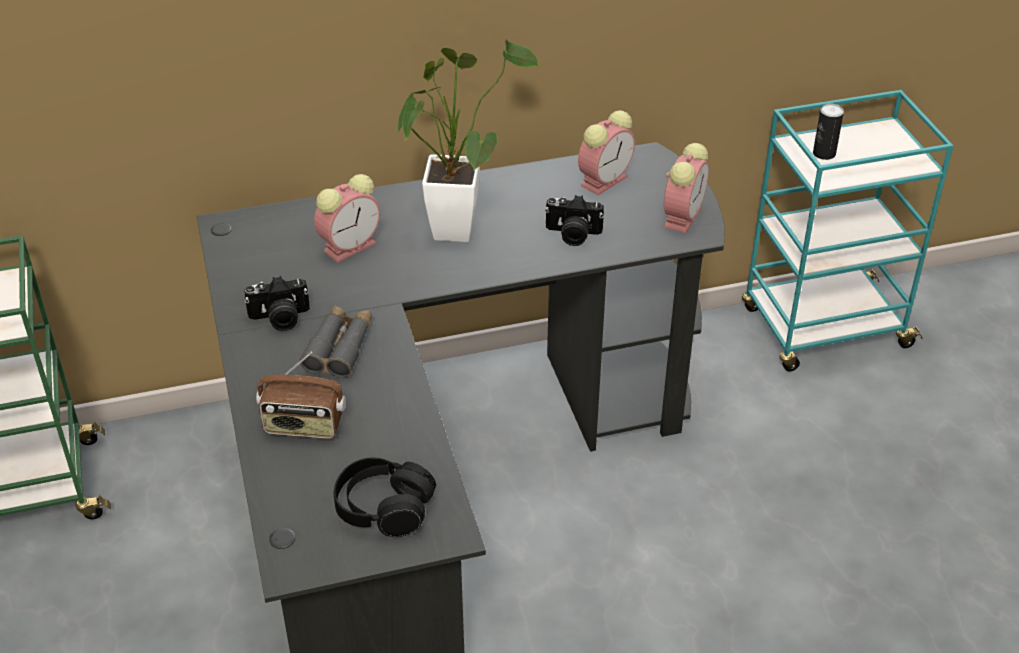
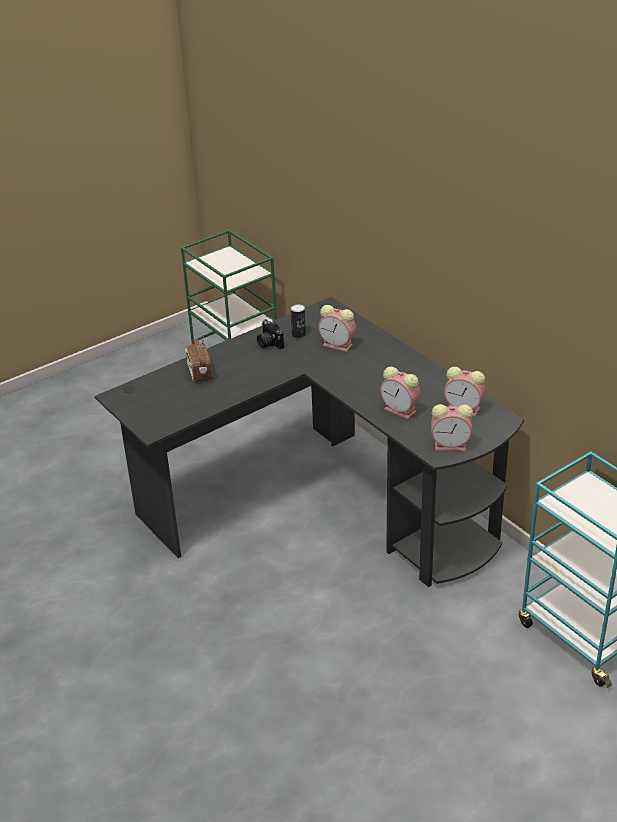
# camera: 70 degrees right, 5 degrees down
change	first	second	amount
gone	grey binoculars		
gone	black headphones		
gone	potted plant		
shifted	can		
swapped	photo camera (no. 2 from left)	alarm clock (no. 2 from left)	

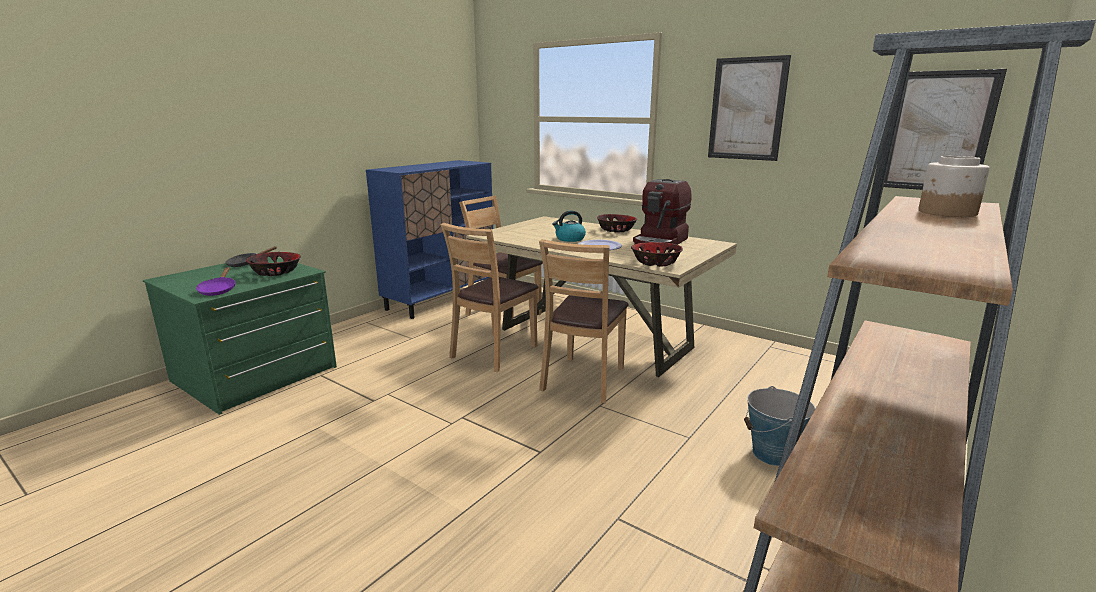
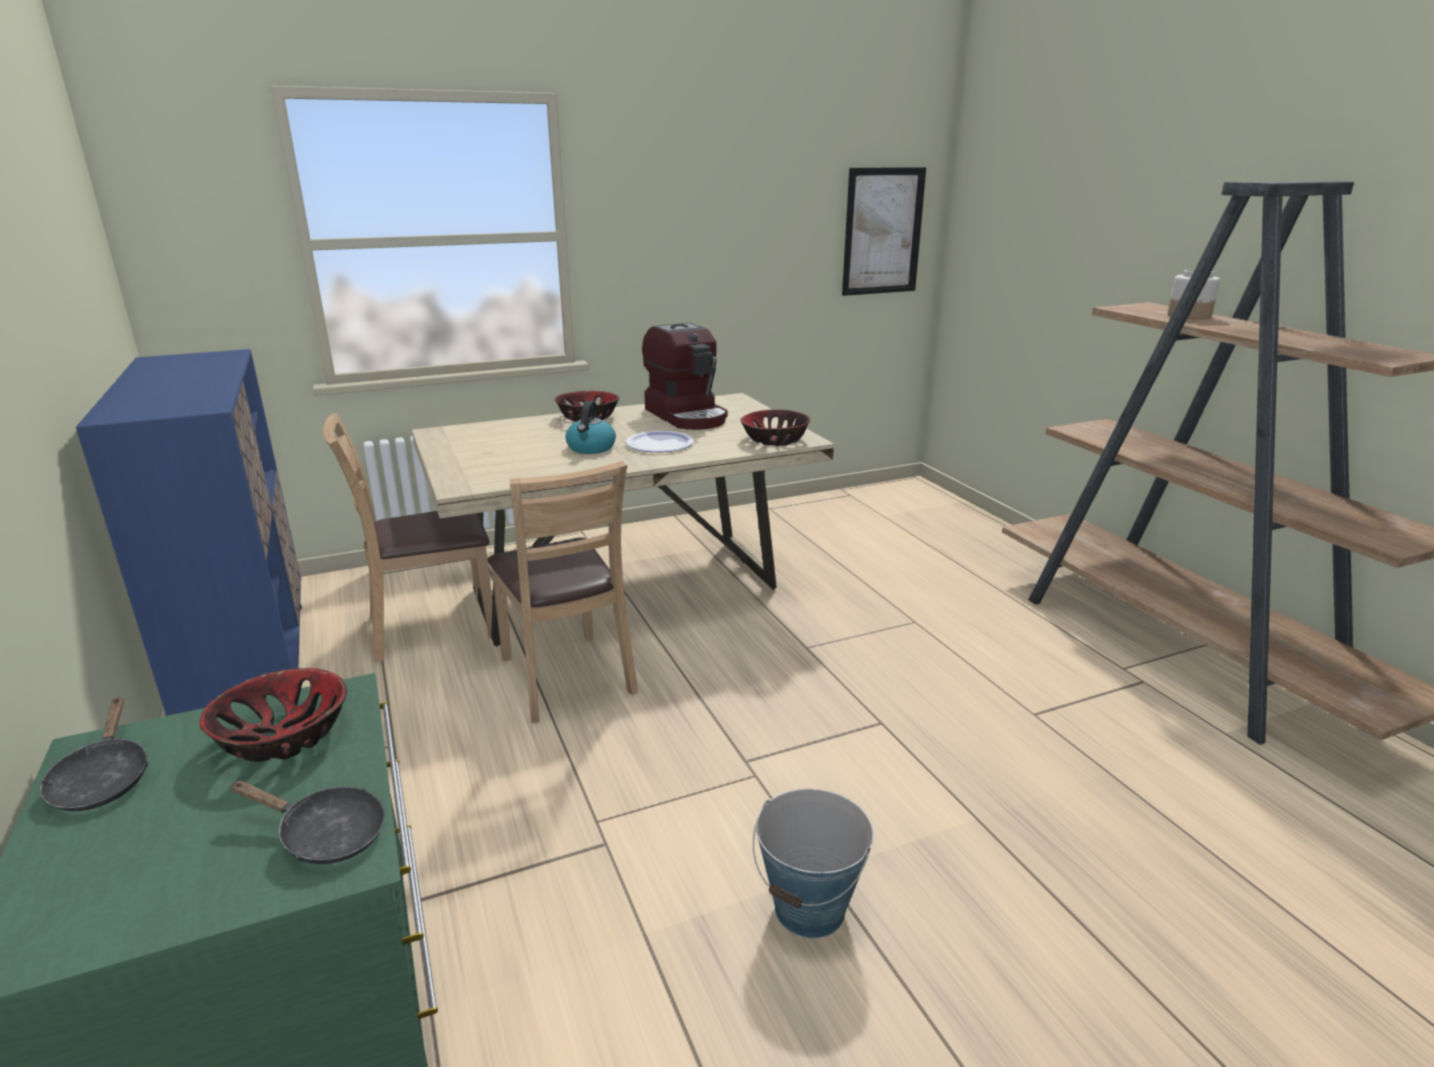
# camera: 60 degrees left, 5 degrees up
change	first	second	amount
gone	brown chair (no. 3 from left)		
gone	picture (no. 1 from left)		
shifted	bucket		
repainted	purple frying pan	black frying pan (no. 2 from left)	

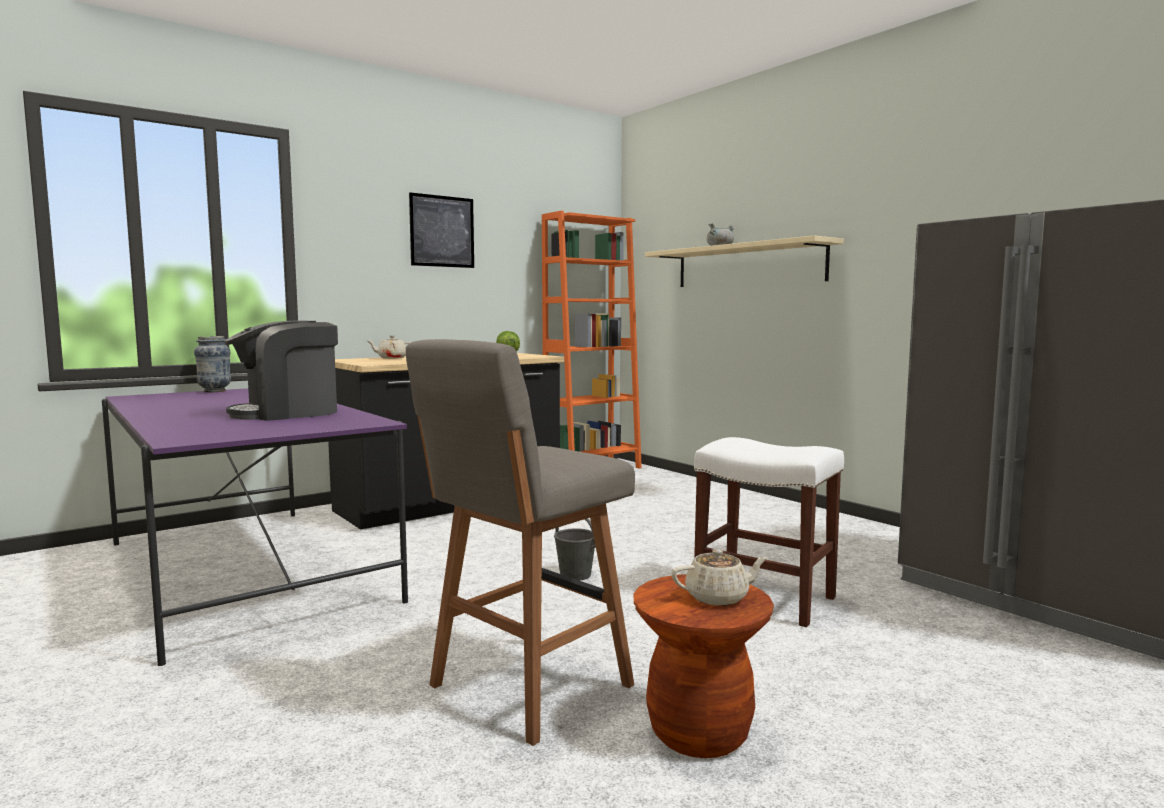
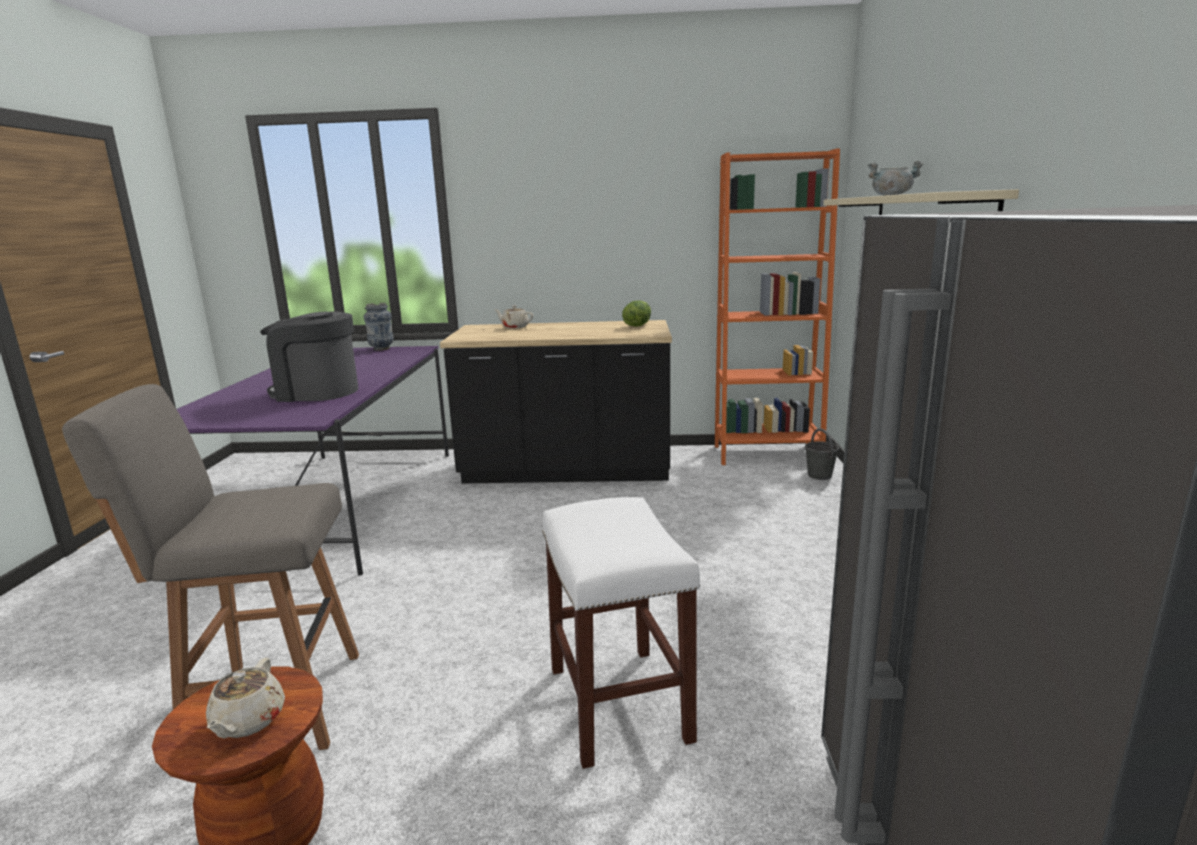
# camera: 40 degrees right, 10 degrees up
change	first	second	amount
gone	picture		
shifted	grey bucket		
rotated	beige teapot (no. 2 from left in the first image)	beige teapot (no. 1 from left)	60 degrees clockwise

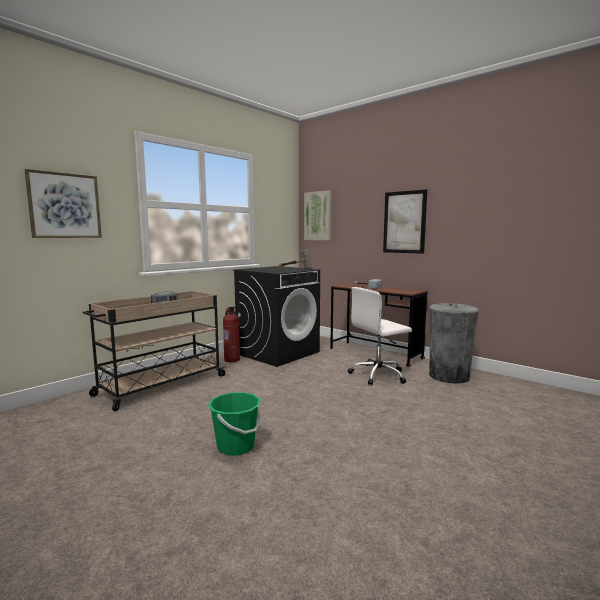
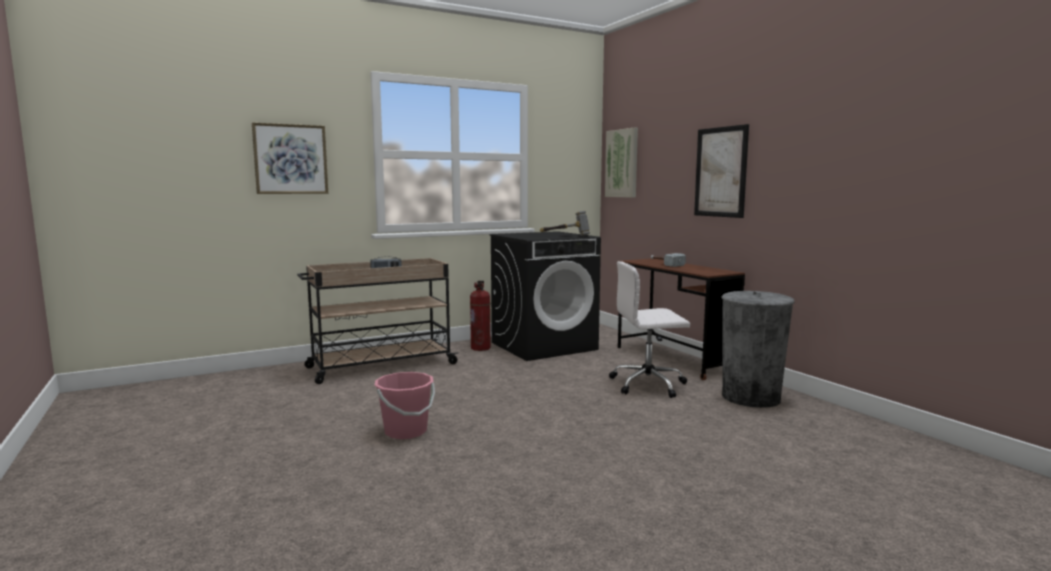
# camera: 20 degrees right, 0 degrees up
change	first	second	amount
repainted	green bucket	pink bucket	

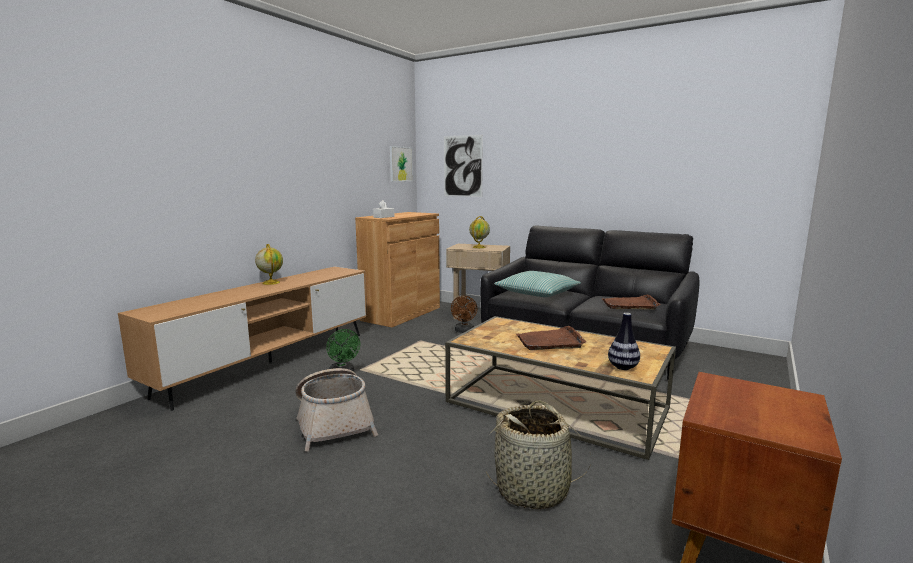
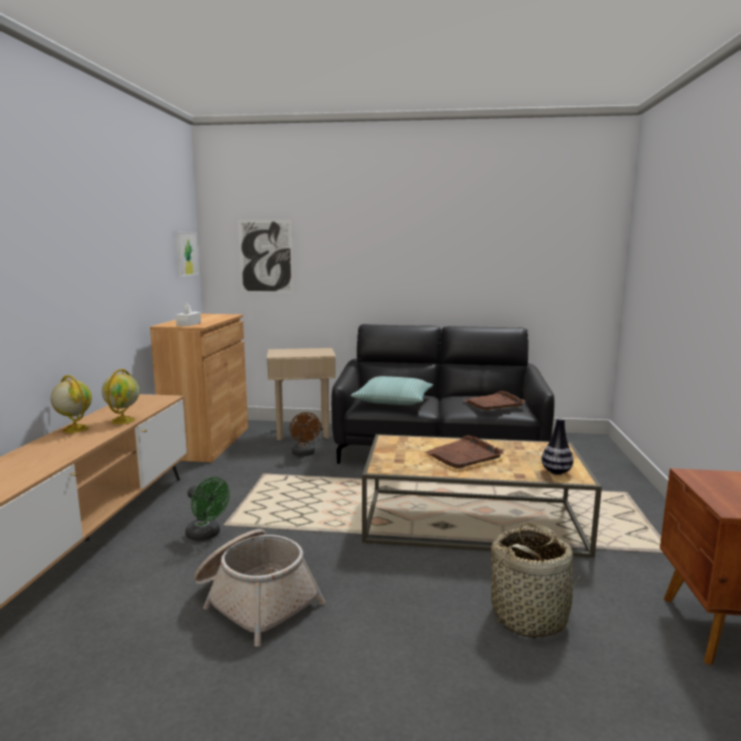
# camera: 25 degrees left, 0 degrees up
change	first	second	amount
shifted	globe (no. 2 from left)		

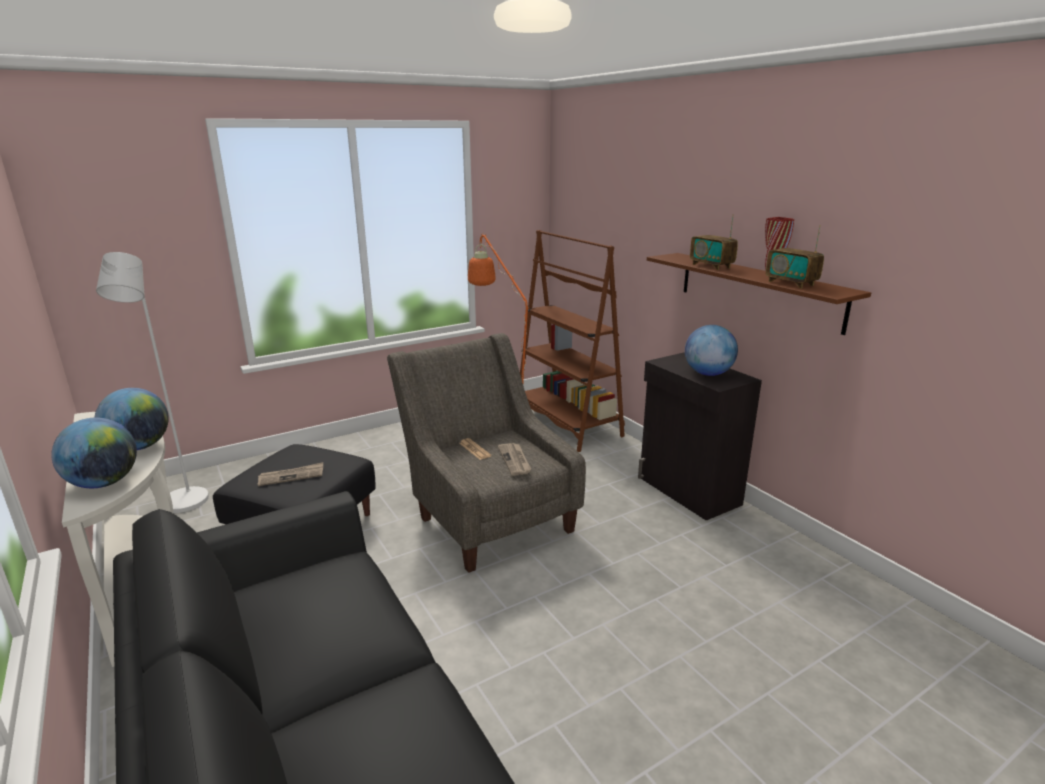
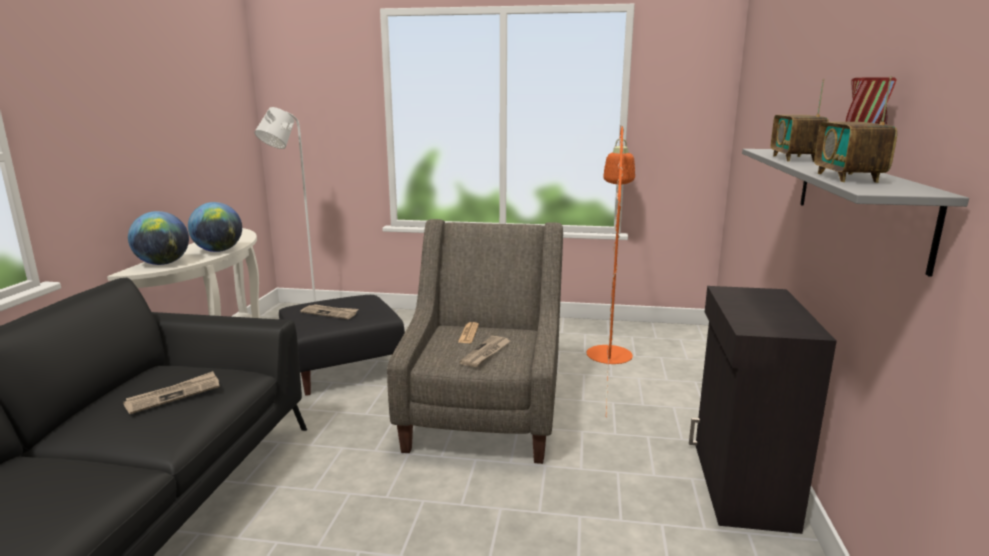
# camera: 40 degrees right, 5 degrees down
change	first	second	amount
gone	brown bookcase		
gone	globe (no. 3 from left)		
new		newspaper (no. 1 from left)	
repainted	brown shelf	grey shelf	

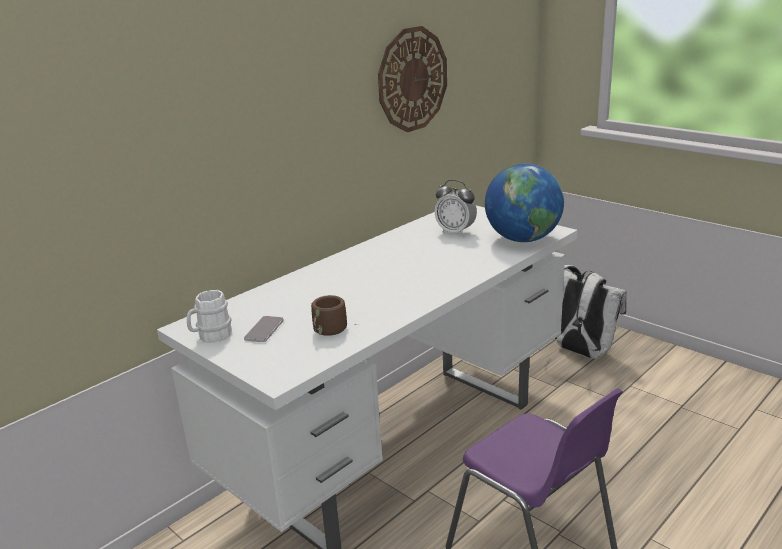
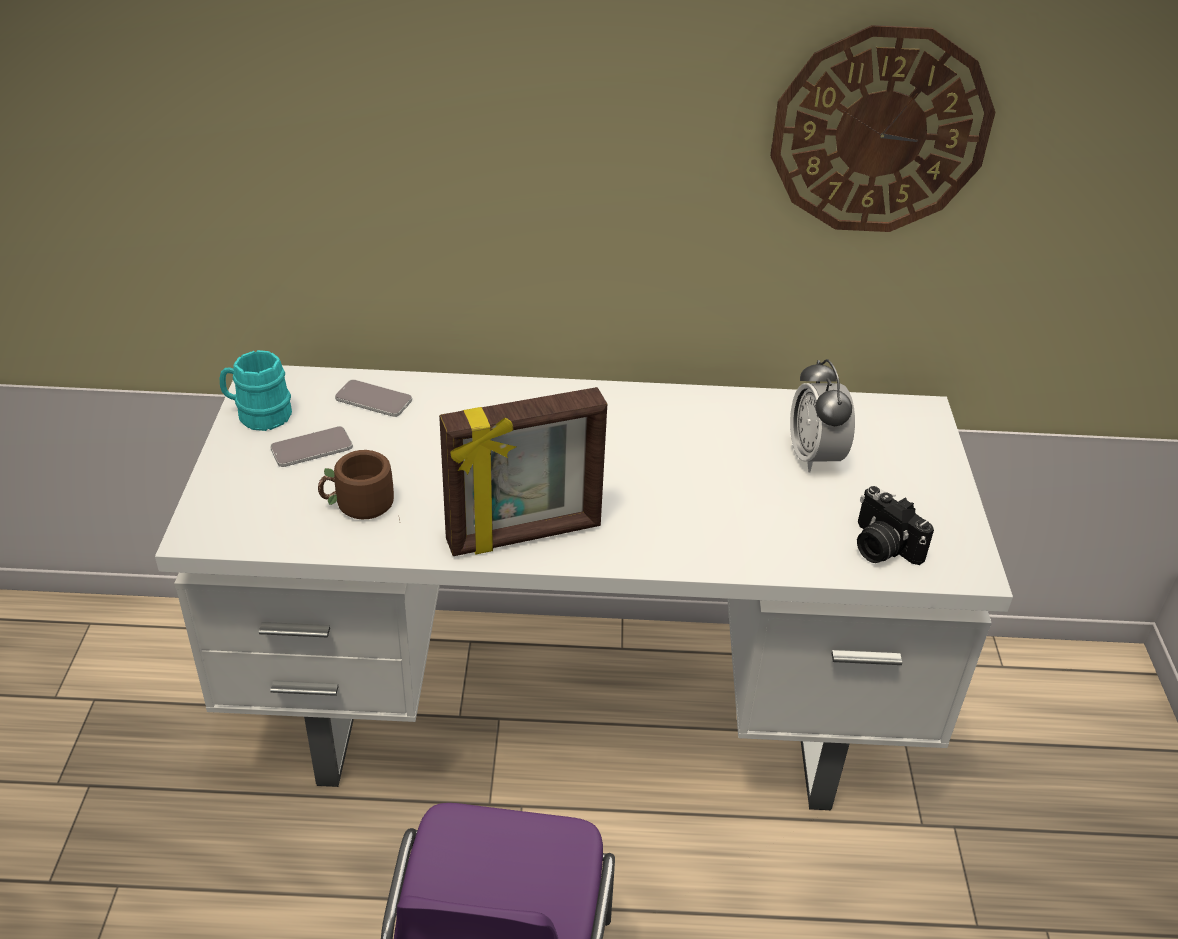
# camera: 45 degrees right, 15 degrees up
change	first	second	amount
gone	white backpack		
new		phone (no. 2 from left)	
new		picture frame	
swapped	globe	photo camera	
repainted	white mug	turquoise mug	

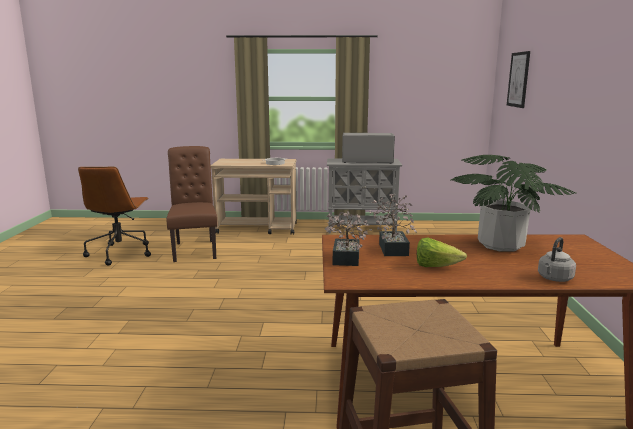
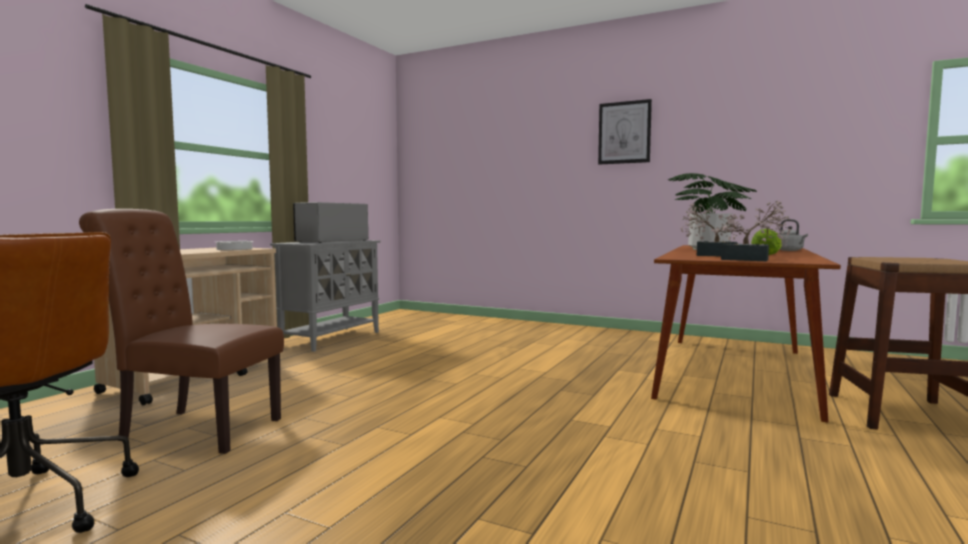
# camera: 65 degrees left, 10 degrees down
change	first	second	amount
shifted	picture		

